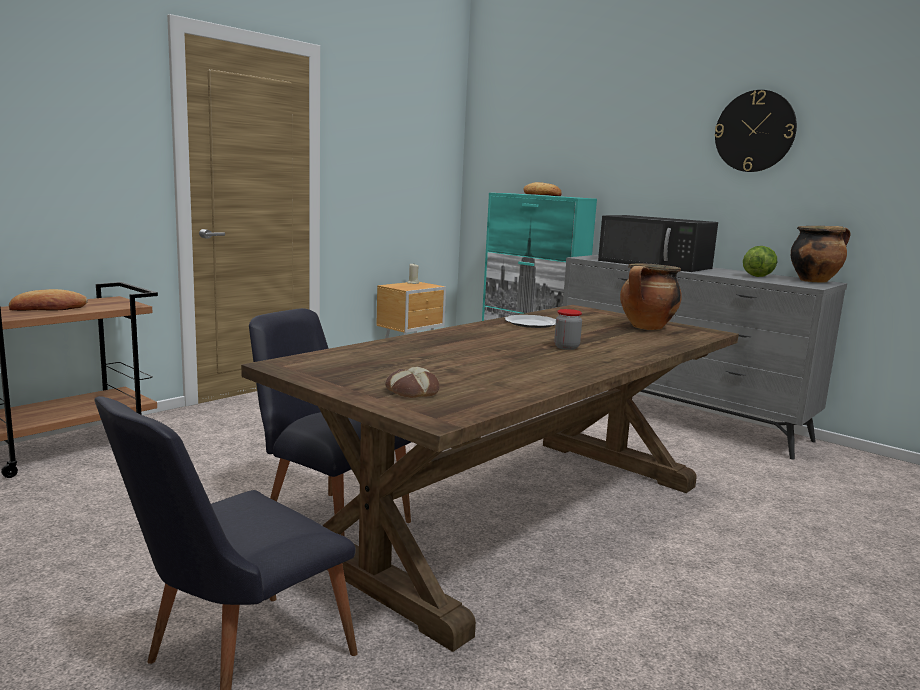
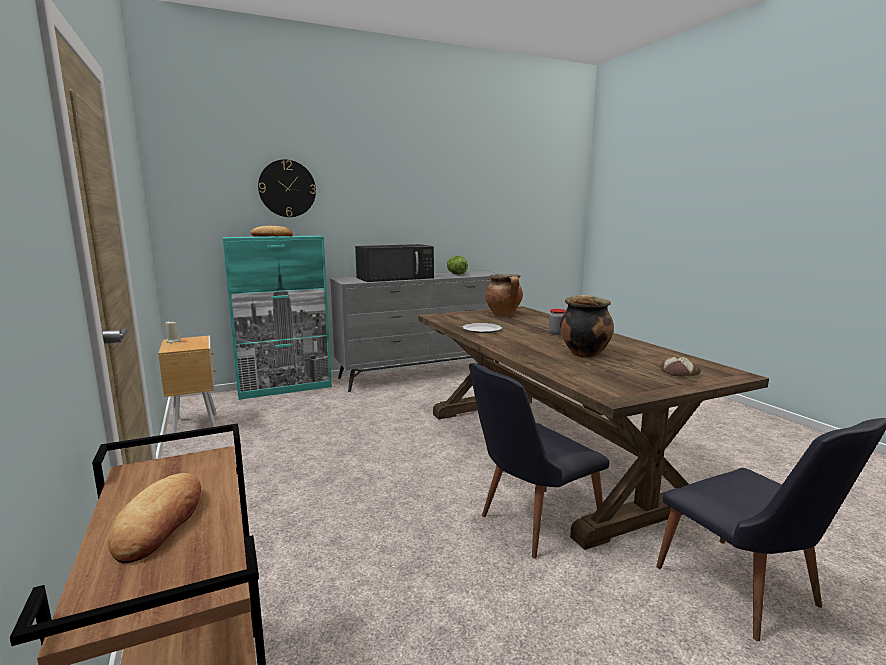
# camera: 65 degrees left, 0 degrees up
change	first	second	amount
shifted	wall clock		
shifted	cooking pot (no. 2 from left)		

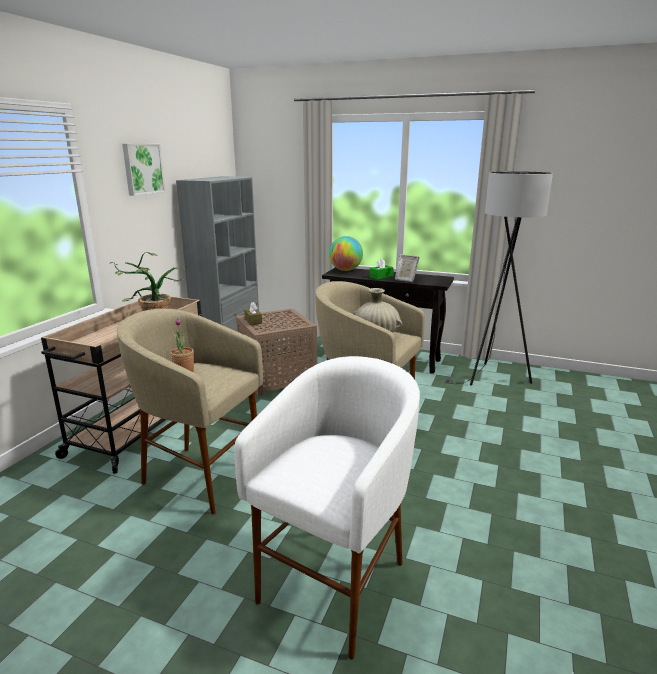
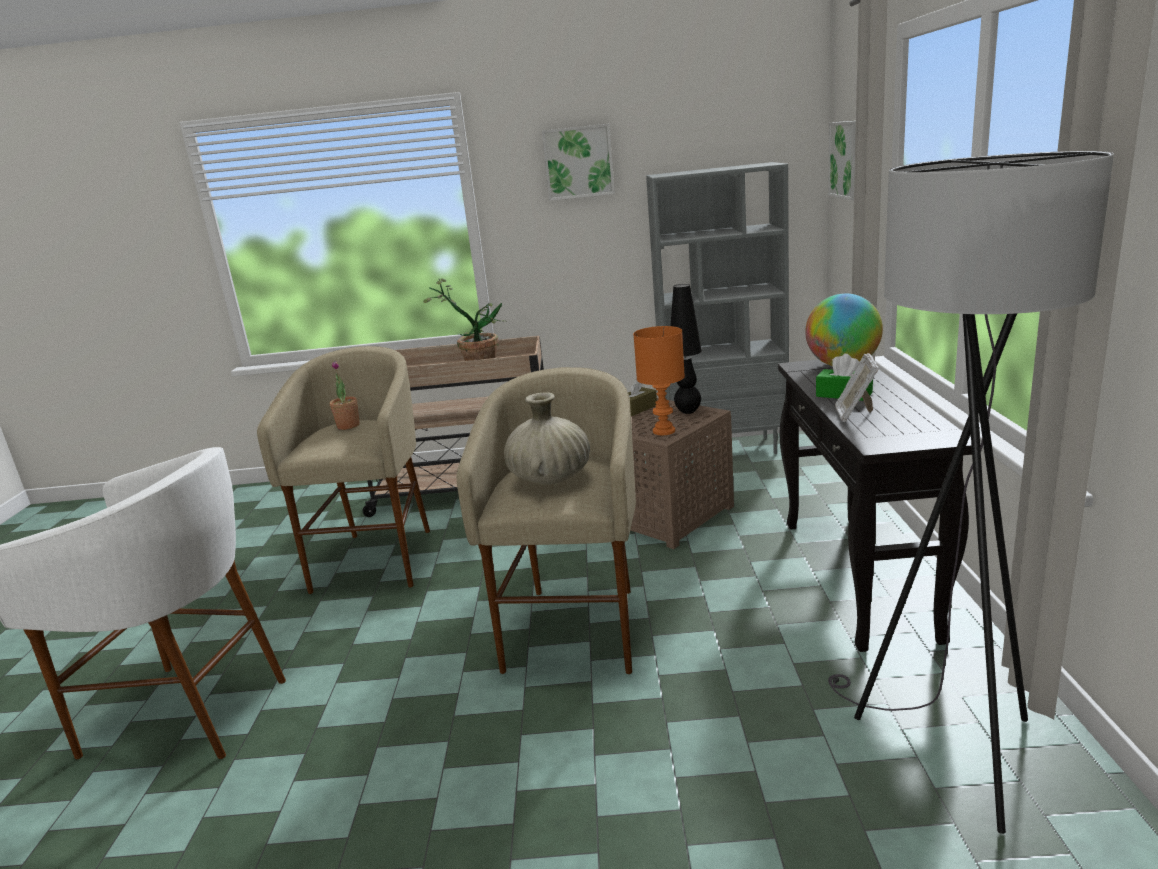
# camera: 70 degrees right, 0 degrees up
change	first	second	amount
new		orange table lamp	
new		black table lamp	
new		picture (no. 2 from left)	

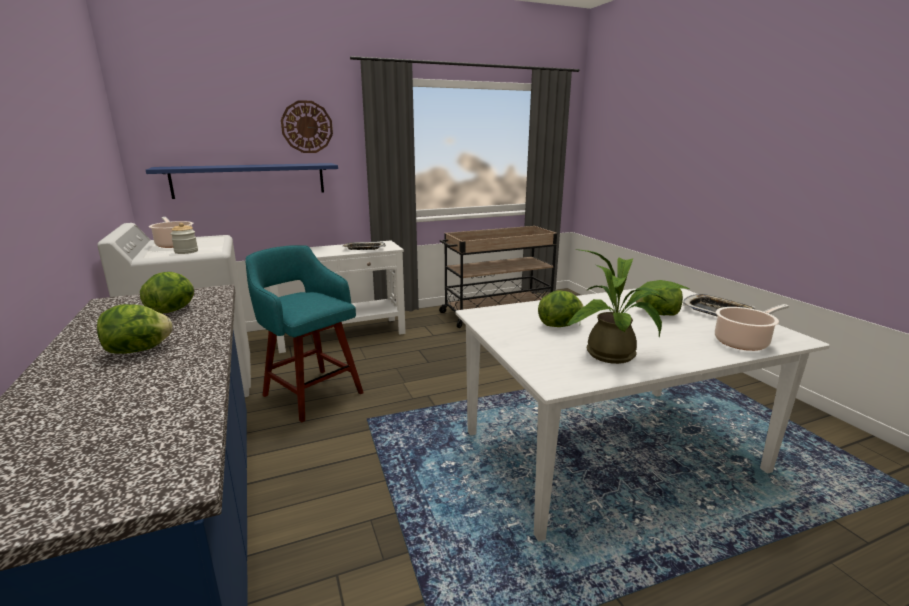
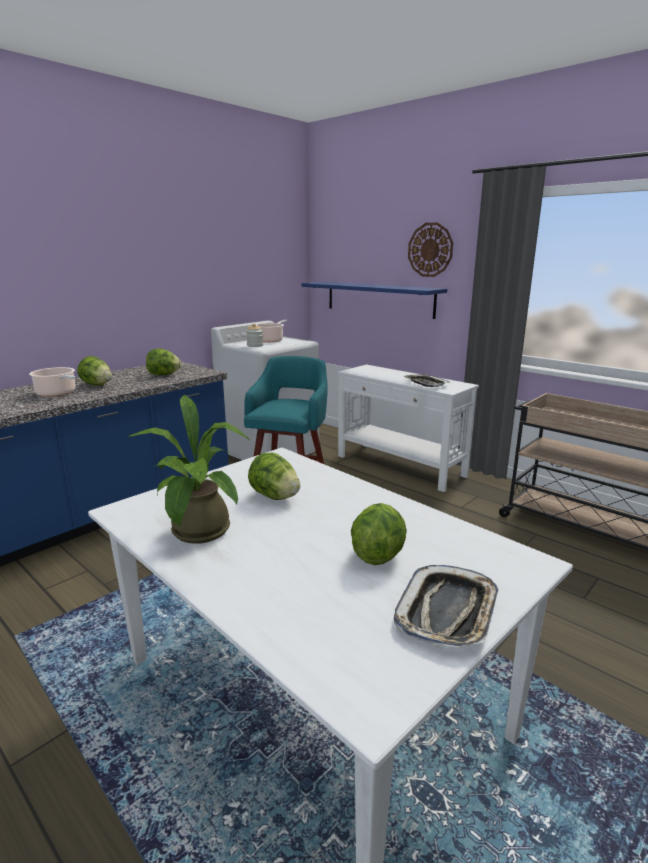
# camera: 65 degrees right, 0 degrees up
change	first	second	amount
shifted	cooking pot (no. 2 from left in the first image)	cooking pot (no. 1 from left)	

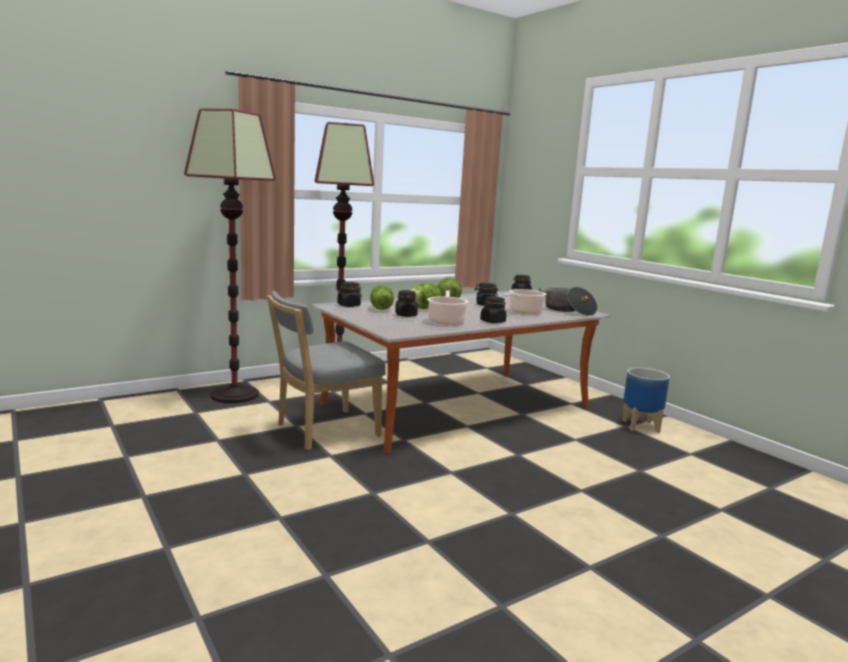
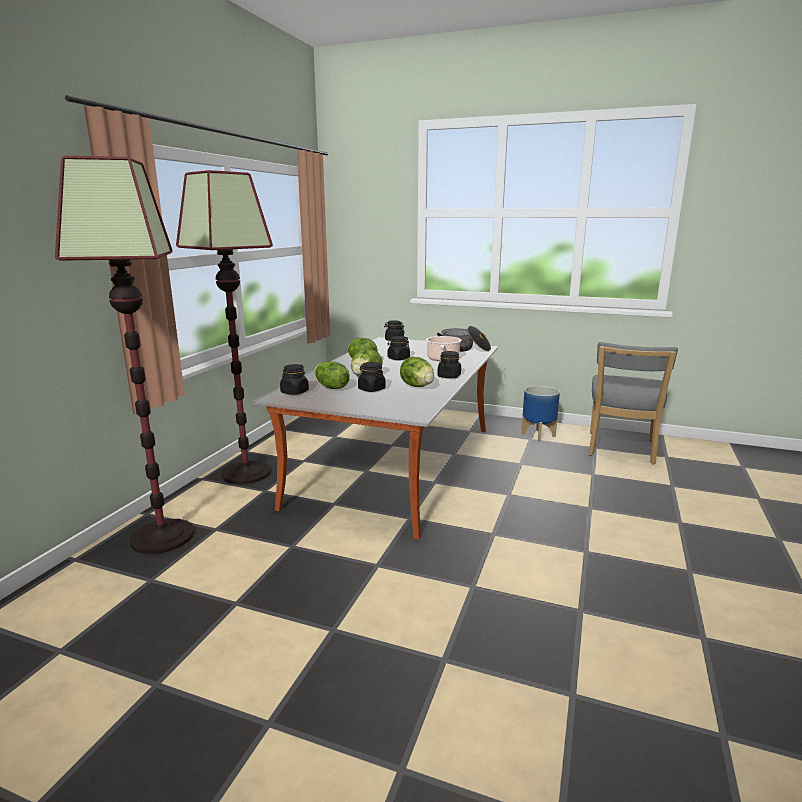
# camera: 35 degrees left, 5 degrees up
change	first	second	amount
shifted	grey chair		
swapped	cooking pot (no. 1 from left)	lettuce (no. 4 from left)	

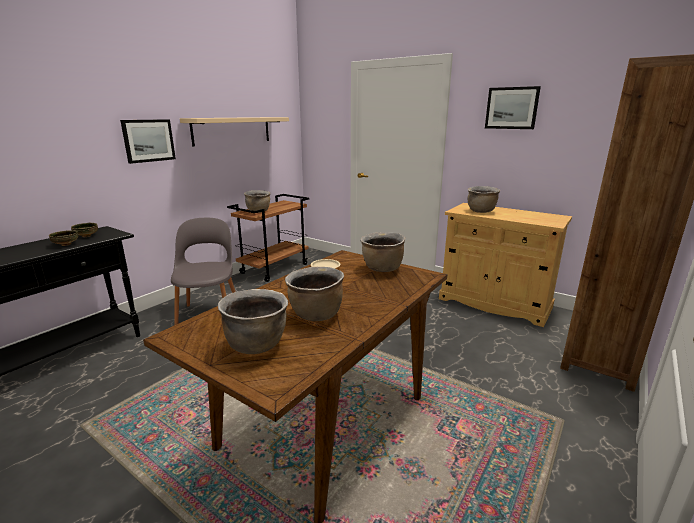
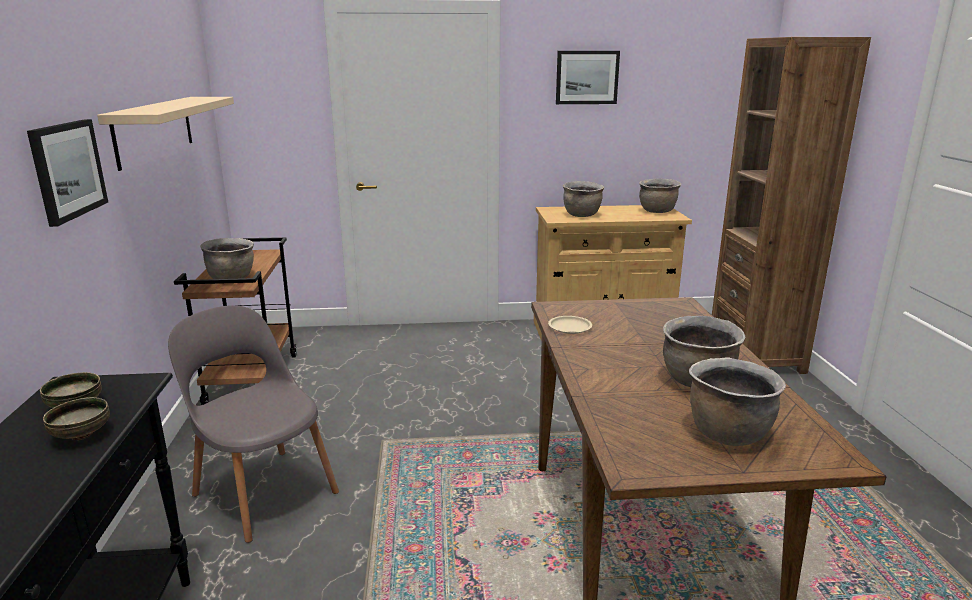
# camera: 40 degrees left, 0 degrees up
change	first	second	amount
shifted	brown cooking pot (no. 4 from left in the first image)	brown cooking pot (no. 3 from left)	

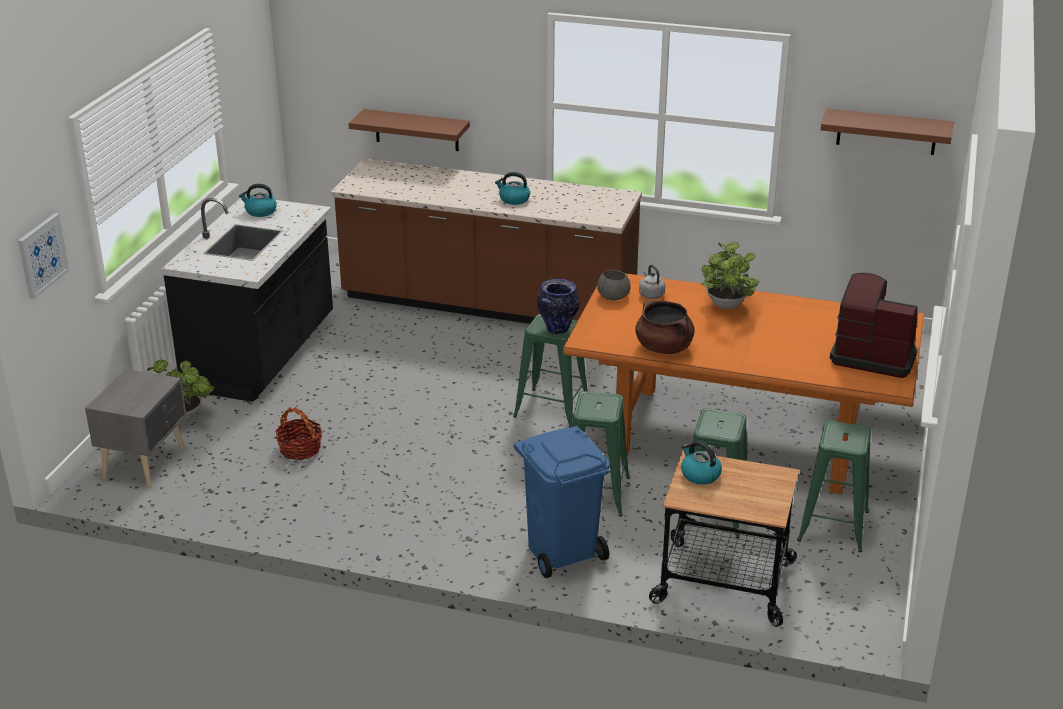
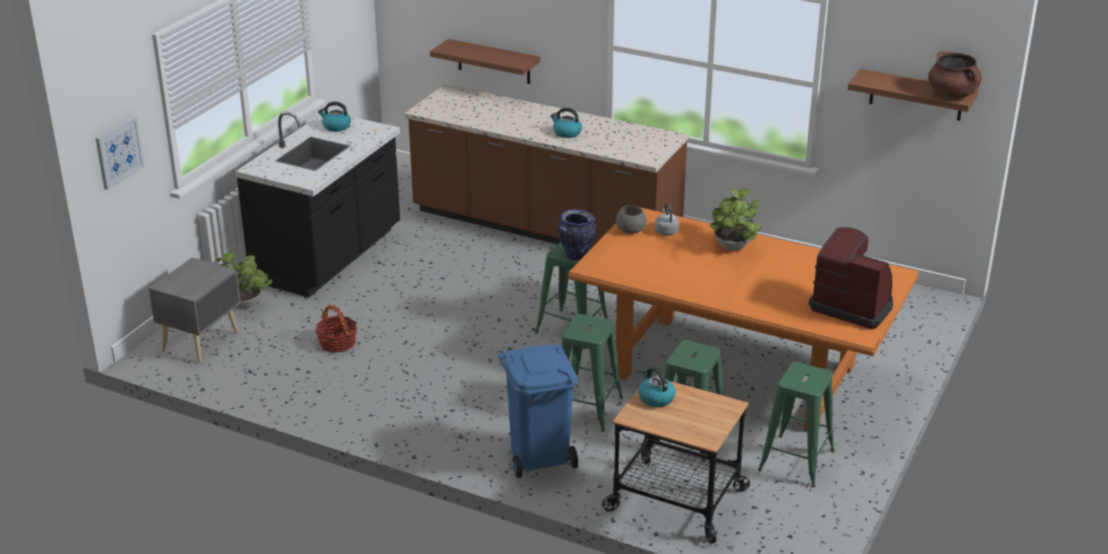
# camera: 10 degrees right, 0 degrees up
change	first	second	amount
shifted	brown cooking pot		

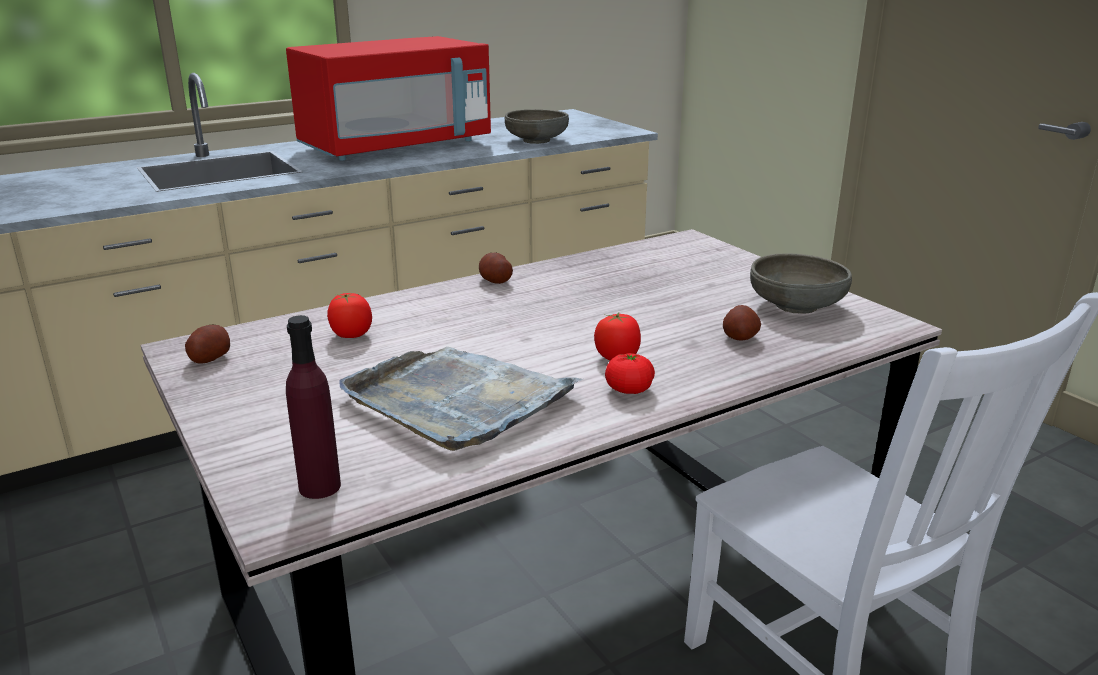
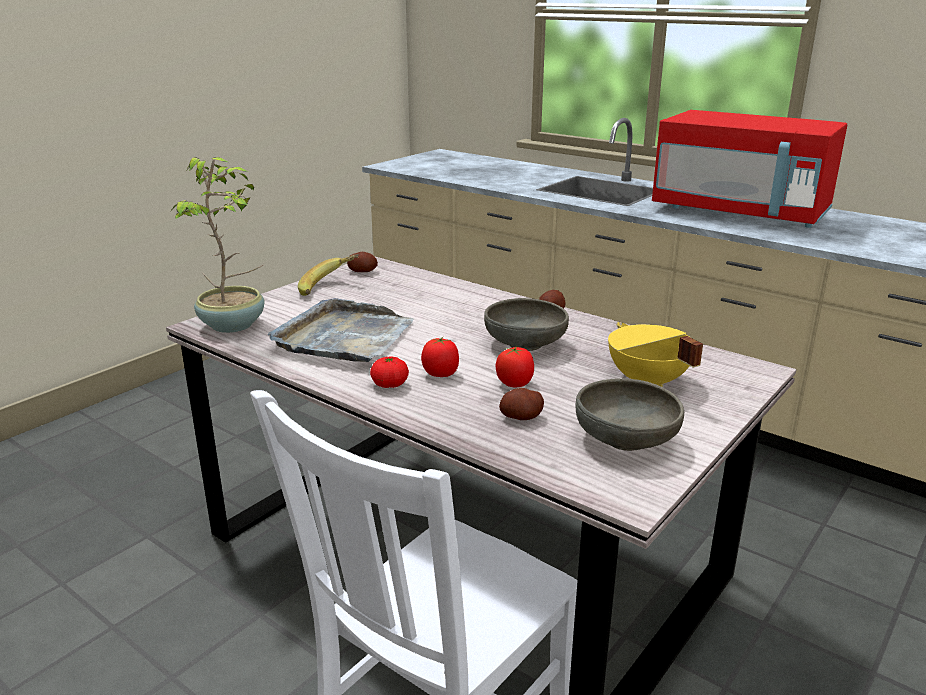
# camera: 70 degrees right, 0 degrees up
change	first	second	amount
new		banana	
new		yellow cooking pot	
shifted	tomato (no. 1 from left in the first image)	tomato (no. 3 from left)	
shifted	grey bowl (no. 1 from left)		
swapped	purple bottle	potted plant	

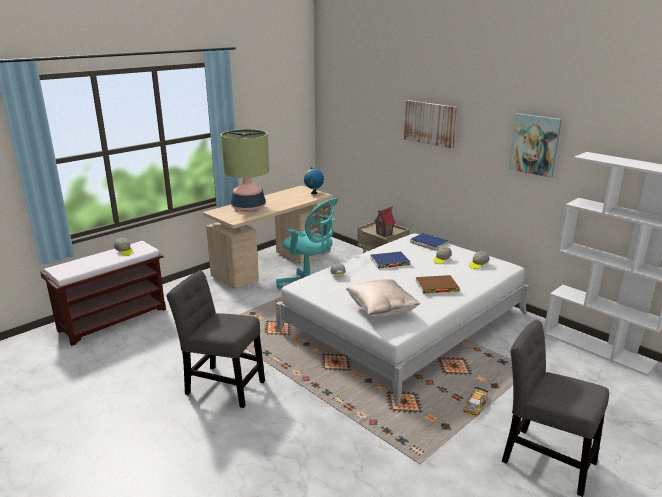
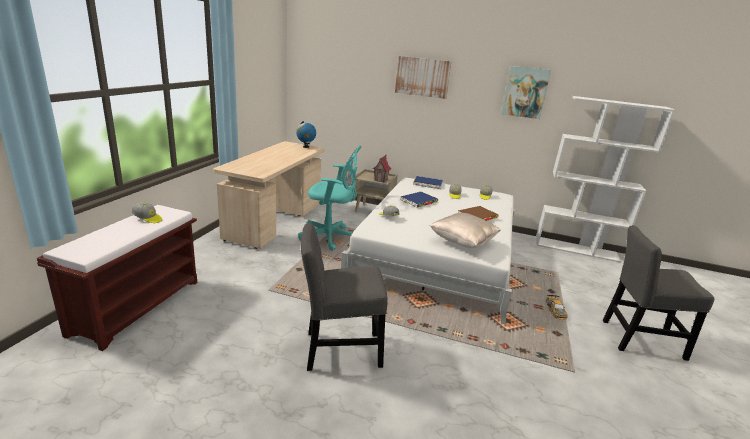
# camera: 30 degrees left, 0 degrees up
change	first	second	amount
gone	table lamp		

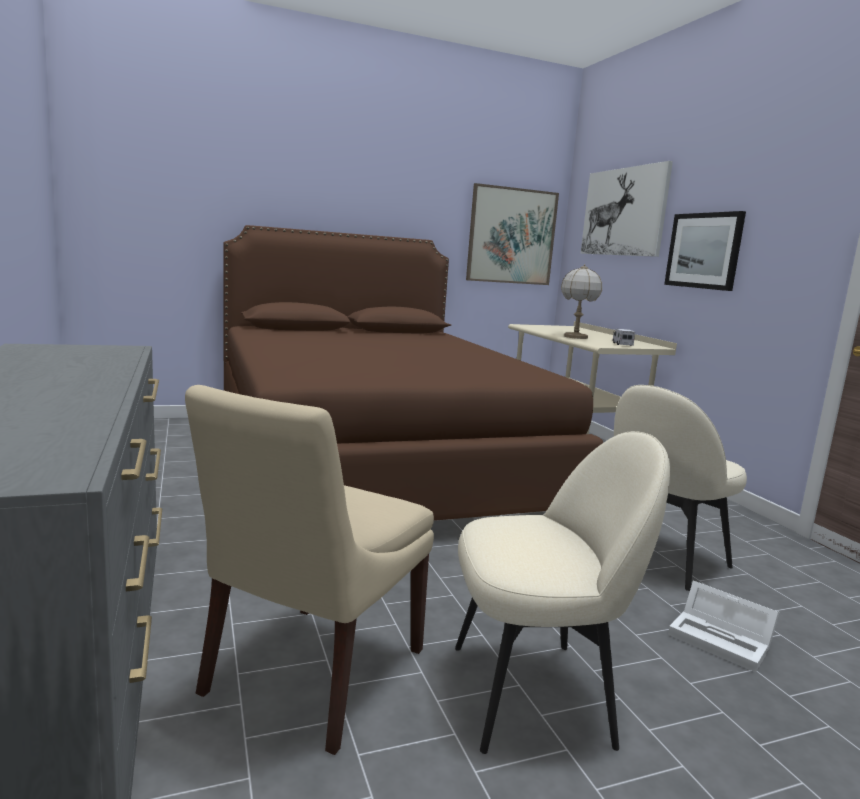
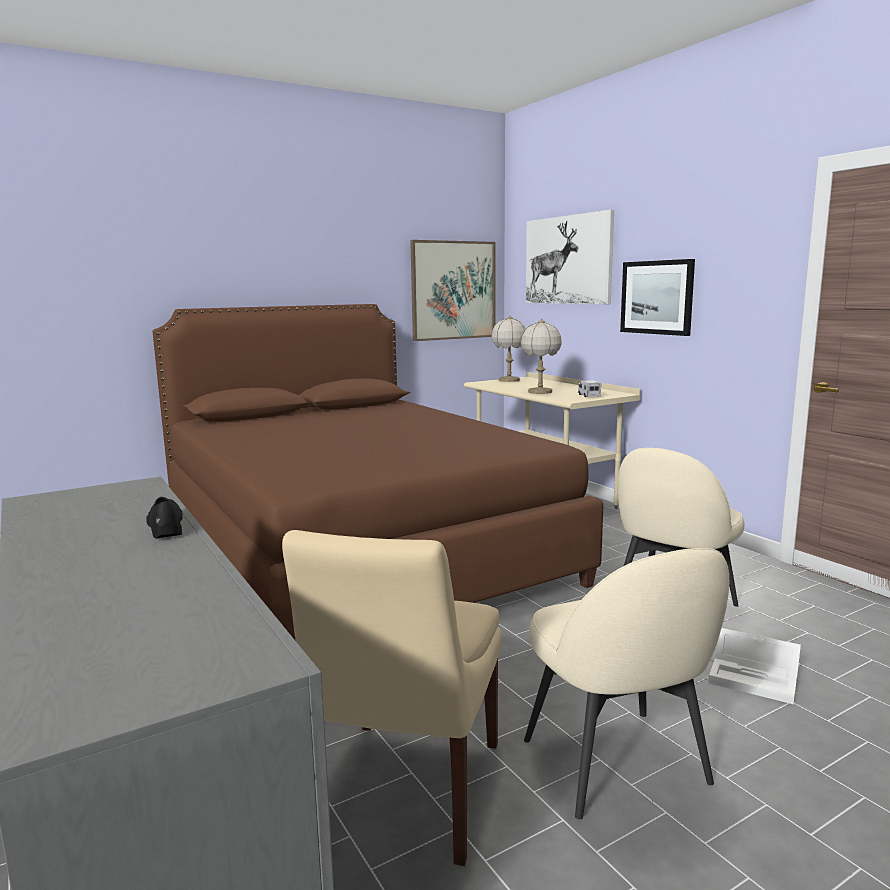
# camera: 10 degrees left, 0 degrees up
change	first	second	amount
new		black shoe	
new		table lamp (no. 1 from left)	
rotated	beige chair (no. 2 from left)		90 degrees clockwise

